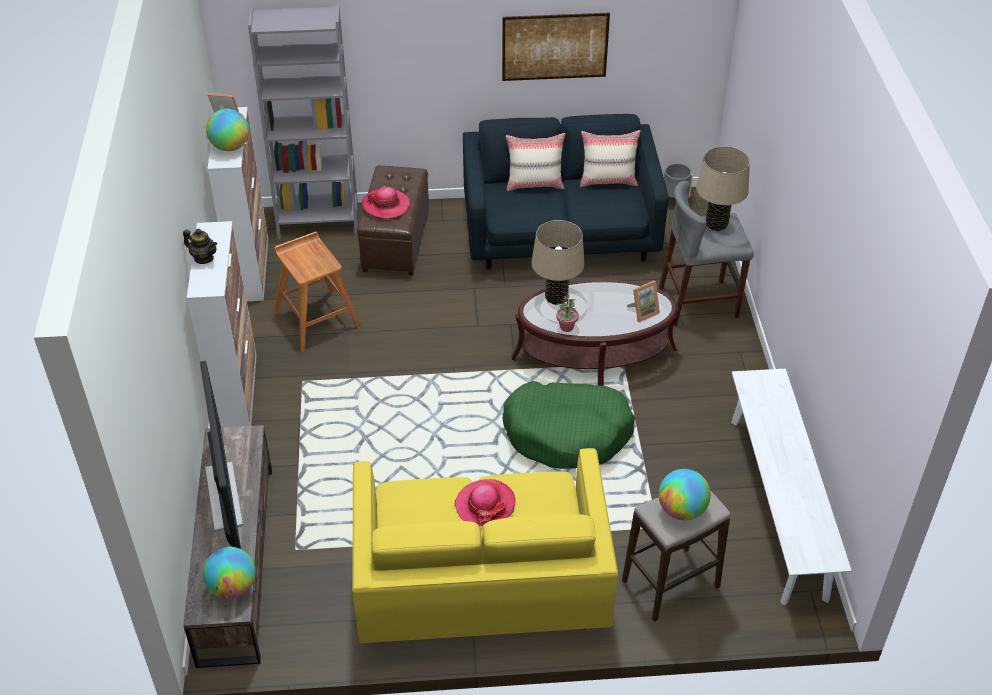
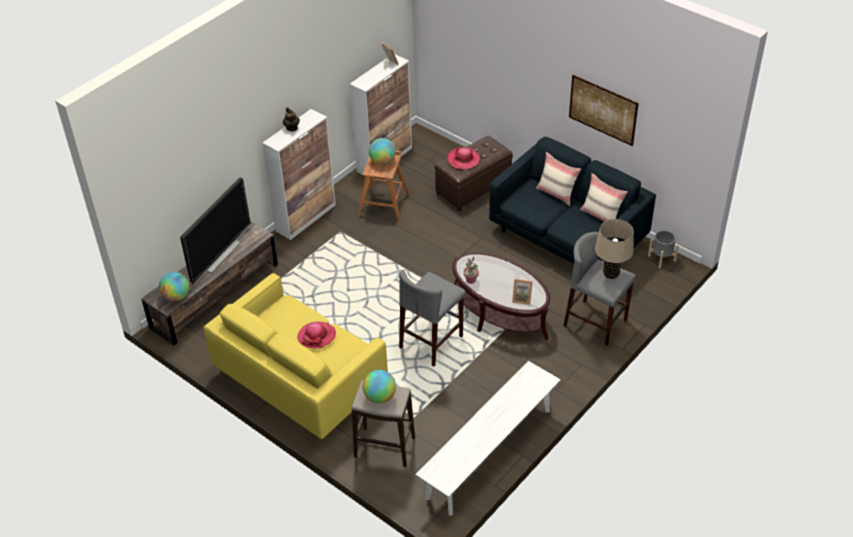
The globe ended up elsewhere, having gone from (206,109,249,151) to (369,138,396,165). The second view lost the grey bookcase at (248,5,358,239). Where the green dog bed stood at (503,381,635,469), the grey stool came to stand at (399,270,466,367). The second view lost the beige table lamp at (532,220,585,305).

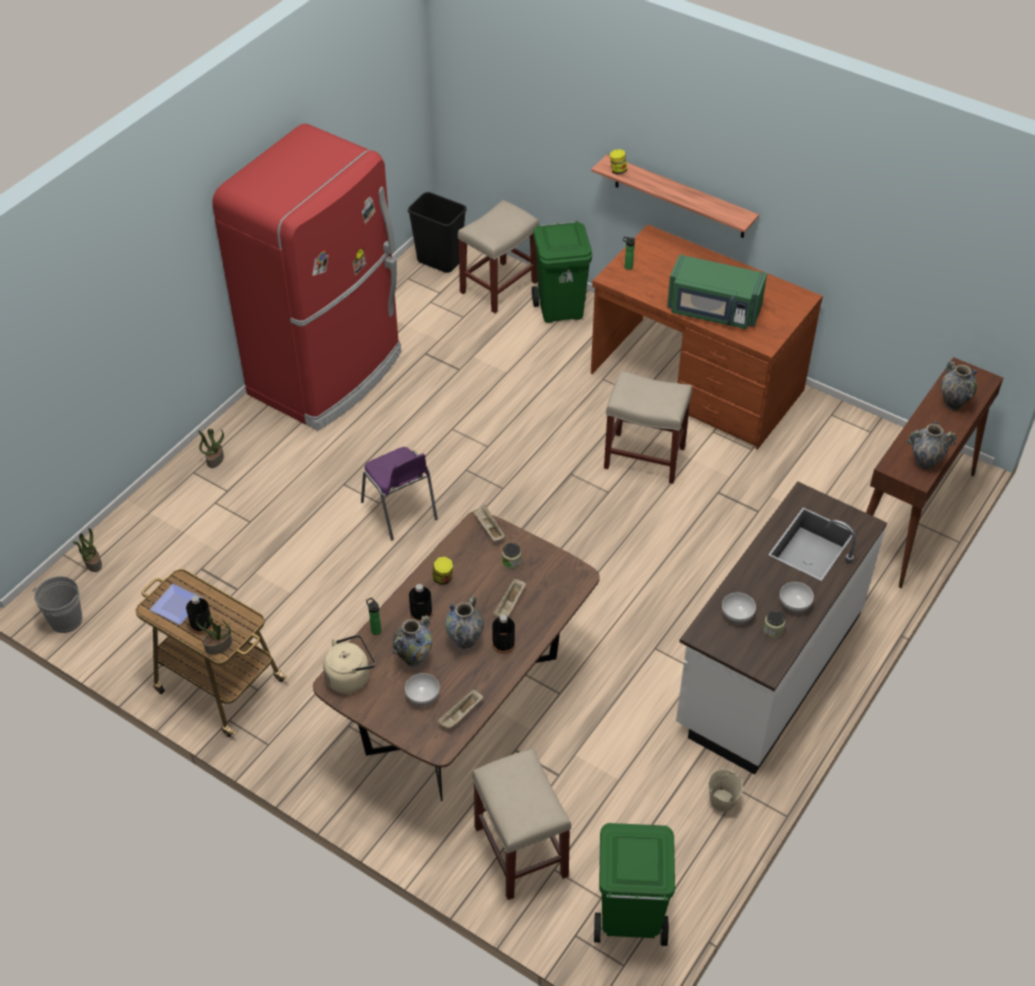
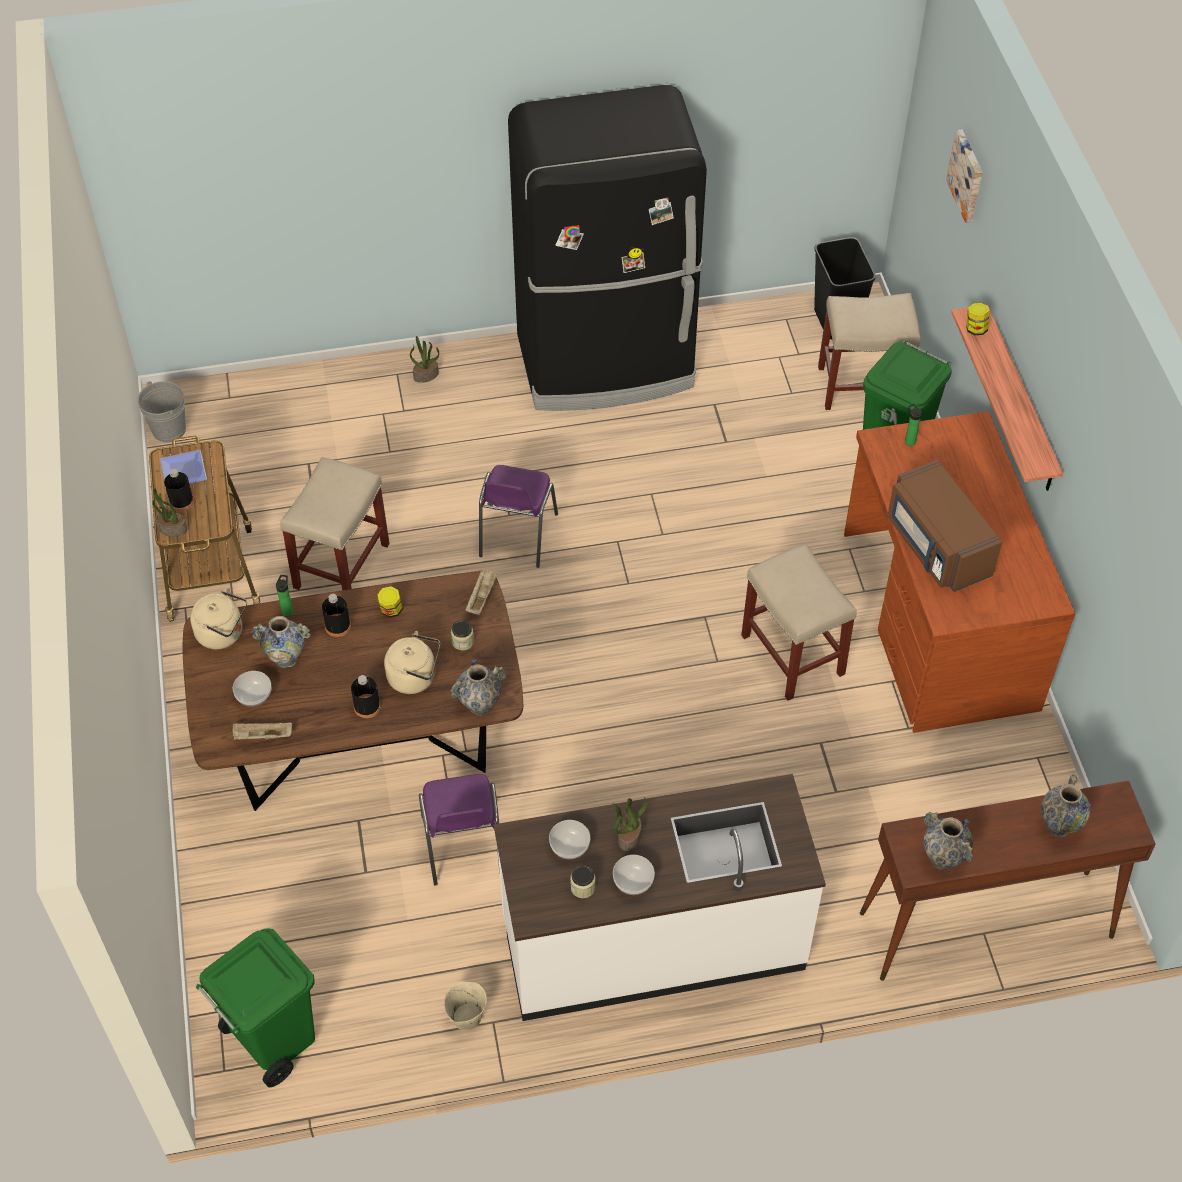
The potted plant ended up elsewhere, having gone from (73,528,102,572) to (612,797,648,852). What was the red fridge at (212,124,401,431) turned into the black fridge at (508,85,707,411). The vase ended up elsewhere, having gone from (445,595,484,649) to (451,659,506,716). The beige stool ended up elsewhere, having gone from (472,748,572,900) to (280,457,390,590). Where the beige tray stood at (493,578,526,617), the beige kettle came to stand at (384,631,440,694). What was the green microwave at (667,254,767,329) turned into the brown microwave at (887,459,1002,592). The second view gained the purple chair at (419,774,500,886). The second view gained the picture at (946,130,983,223).

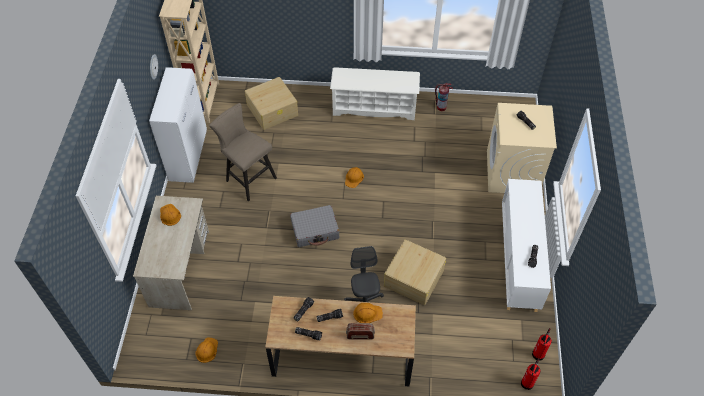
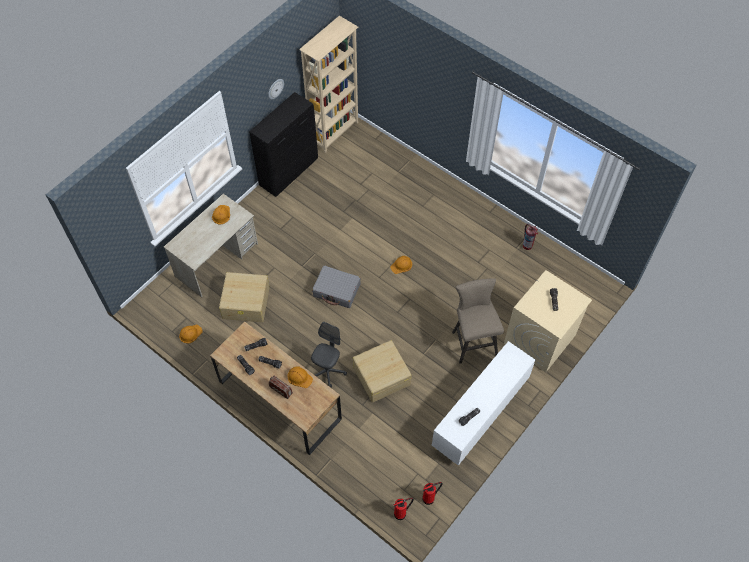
What was the white cabinet at (149,67,207,183) turned into the black cabinet at (249,92,318,197). The beige stool ended up elsewhere, having gone from (209,103,277,201) to (452,278,504,364). The beige storage box ended up elsewhere, having gone from (245,77,298,130) to (219,272,270,322). The second view lost the white shoe rack at (330,67,420,120).

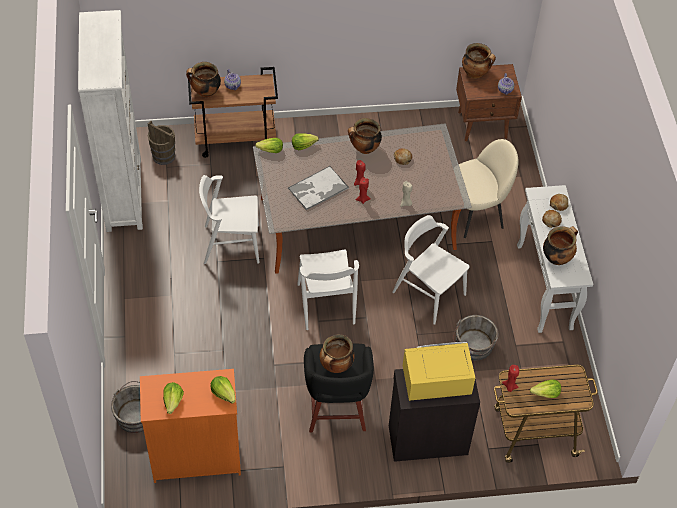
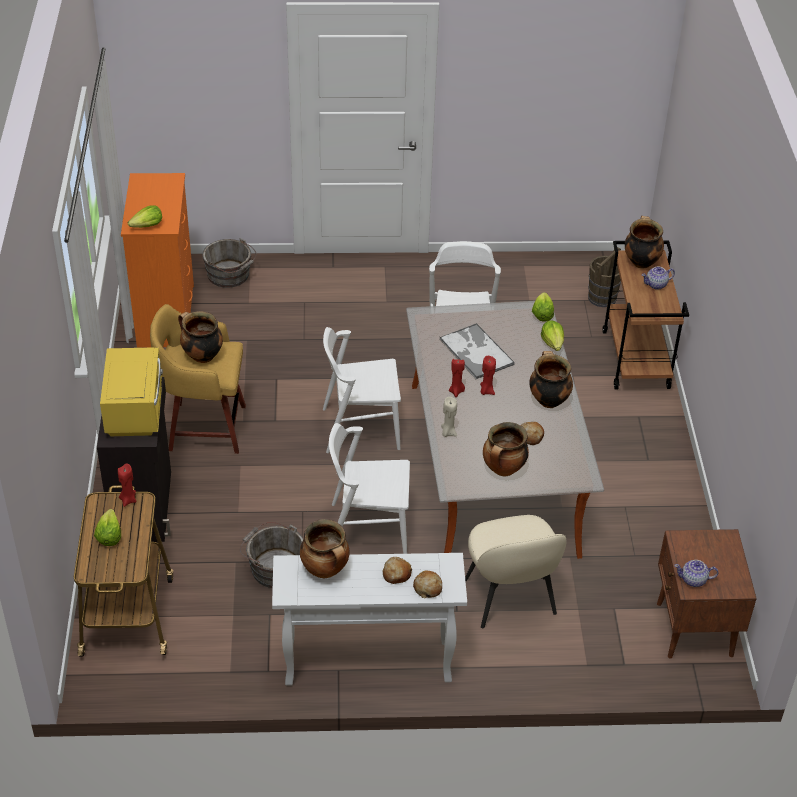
The second view lost the white bookcase at (78,10,143,232). The second view lost the lettuce at (163,382,184,414). What was the black stool at (304,344,374,433) turned into the yellow stool at (150,304,246,454). The white chair at (392,215,470,325) ended up facing another way, 135 degrees counterclockwise from before. The cooking pot ended up elsewhere, having gone from (462,43,496,79) to (483,422,529,477).

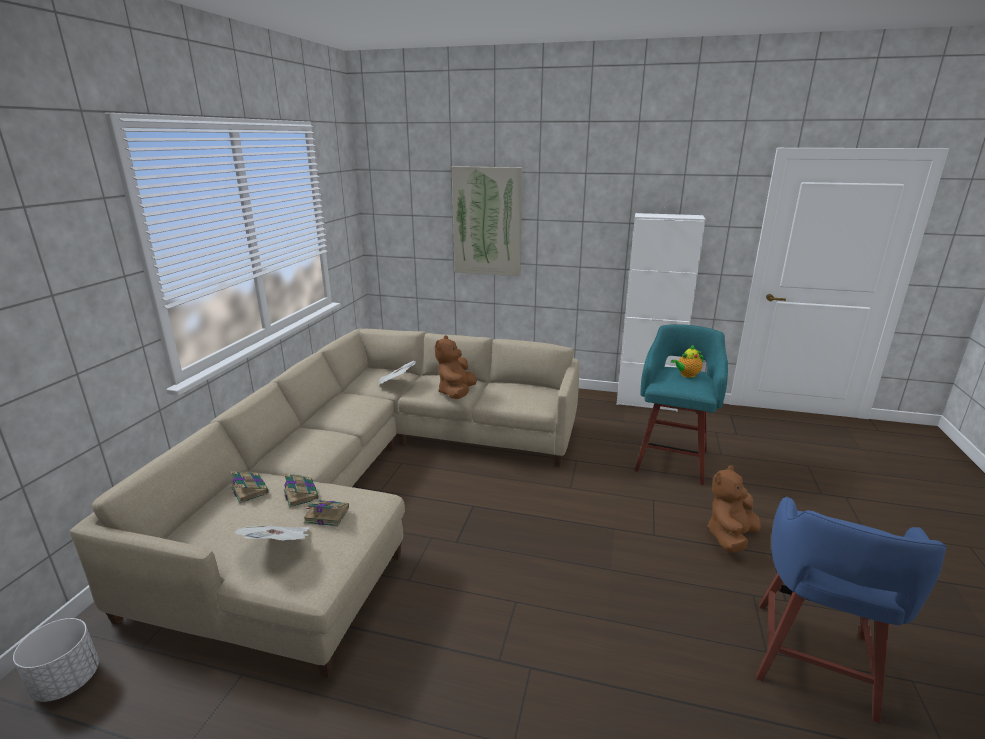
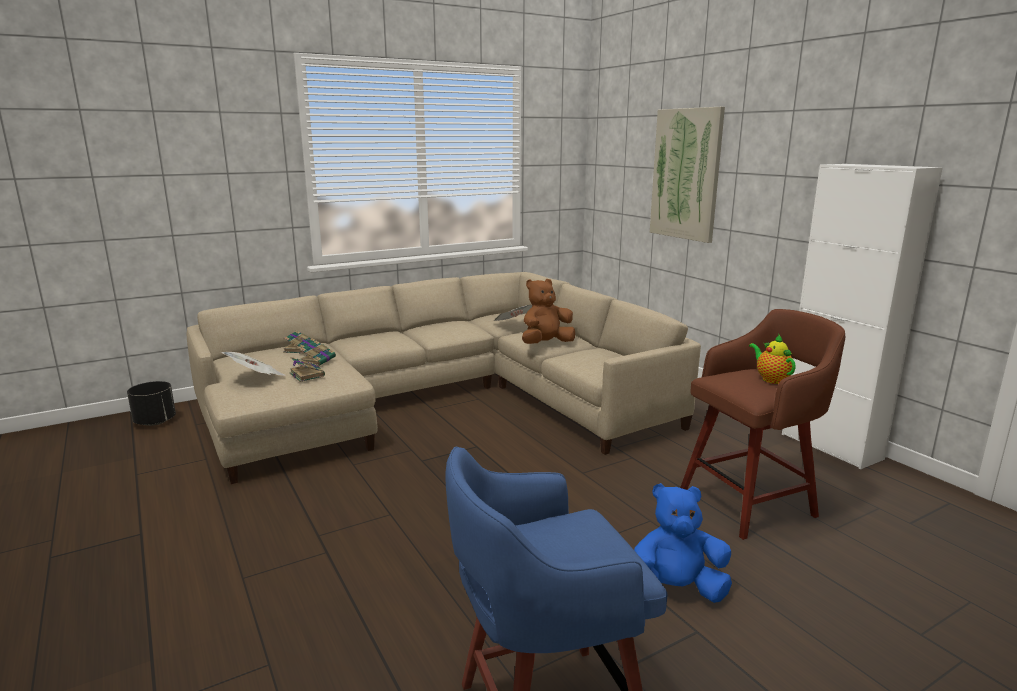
What was the white planter at (13,618,99,702) turned into the black planter at (127,381,176,426). What was the turquoise stool at (634,324,728,485) turned into the brown stool at (680,309,845,540). The teapot at (671,344,704,378) ended up facing another way, 45 degrees clockwise from before. What was the brown plush toy at (707,465,761,553) turned into the blue plush toy at (634,483,732,603).

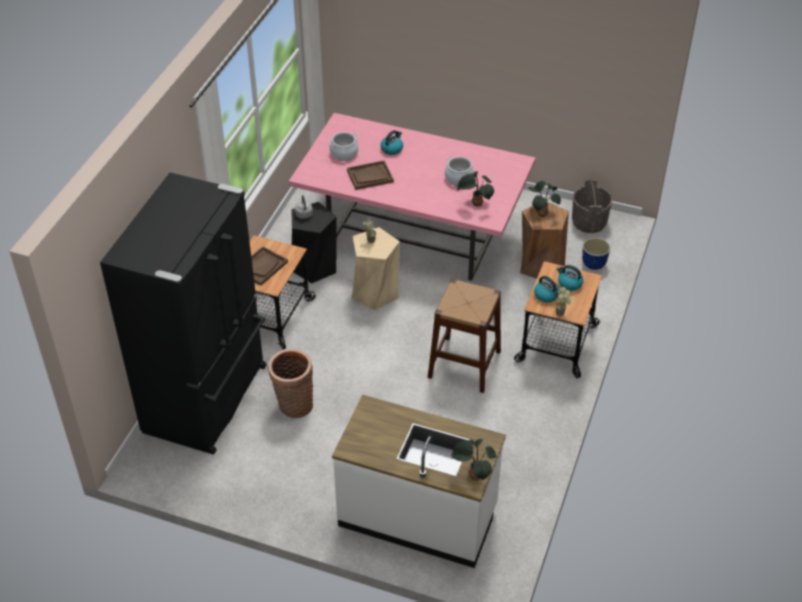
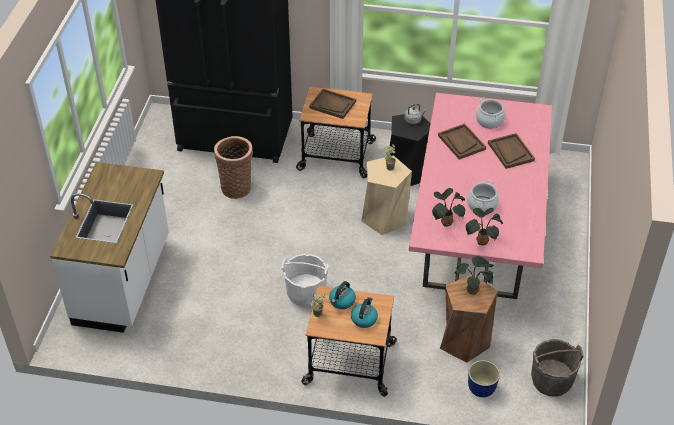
Where the kettle stood at (381,130,403,155), the brown tray came to stand at (488,133,535,169). Where the brown stool stood at (428,279,501,393), the white bucket came to stand at (282,254,328,307). The potted plant ended up elsewhere, having gone from (451,439,497,481) to (466,208,503,246).

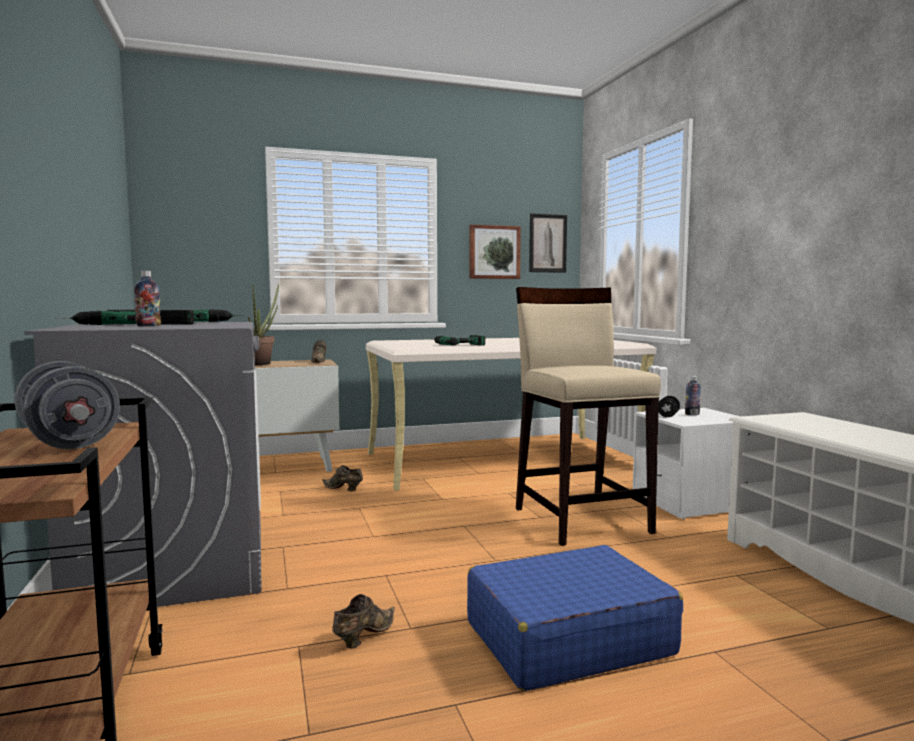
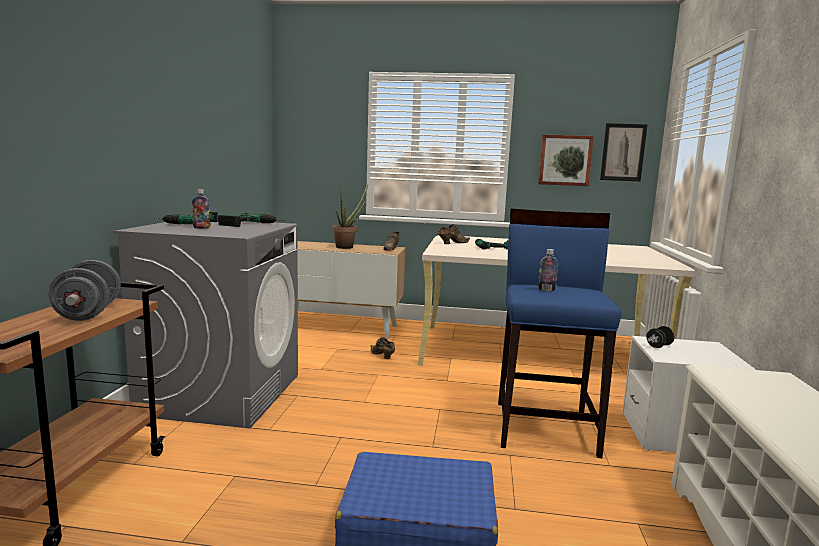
The brown shoe ended up elsewhere, having gone from (332,594,395,649) to (438,224,470,244). What was the beige stool at (516,287,661,546) turned into the blue stool at (498,209,621,458). The bottle ended up elsewhere, having gone from (685,376,701,415) to (538,249,558,291).

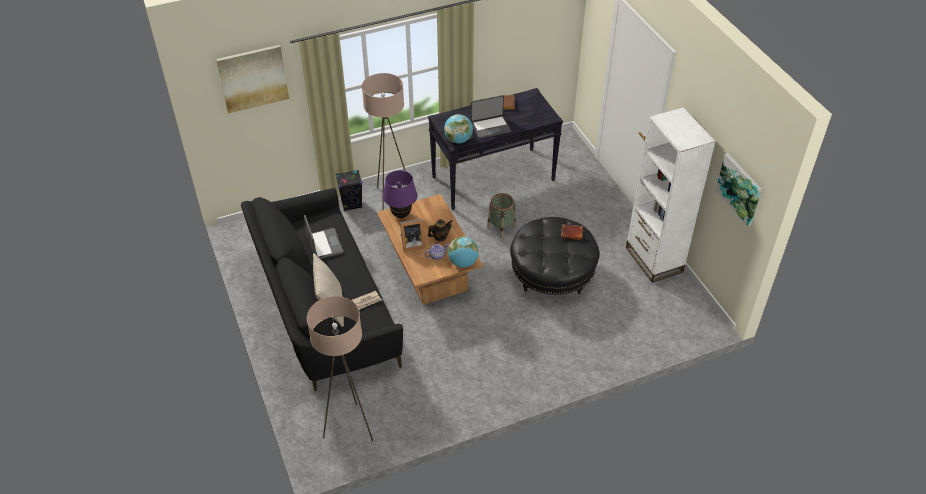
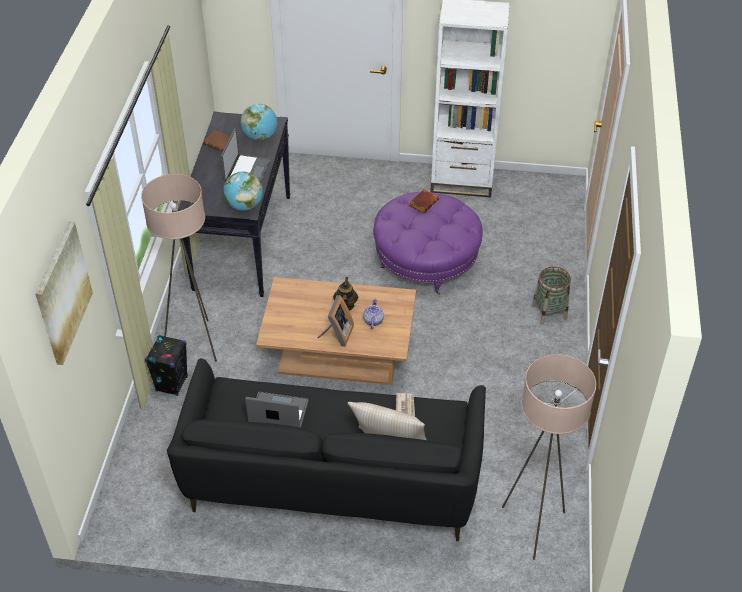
The second view lost the purple table lamp at (383,170,417,218). The globe ended up elsewhere, having gone from (448,237,479,268) to (240,104,277,141). The basket ended up elsewhere, having gone from (487,193,516,238) to (532,267,571,325). What was the black ottoman at (510,217,600,297) turned into the purple ottoman at (373,192,483,295). The second view lost the picture at (715,153,762,226).

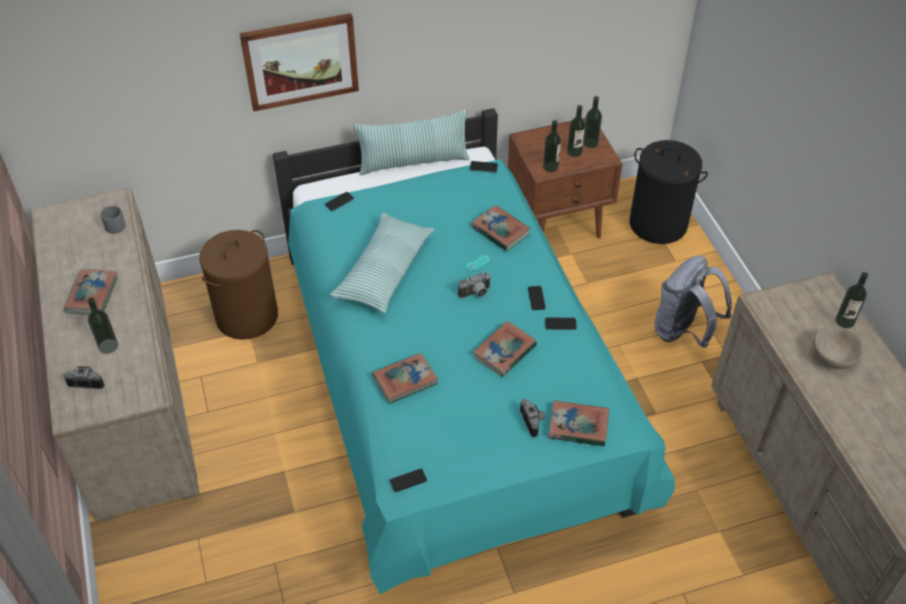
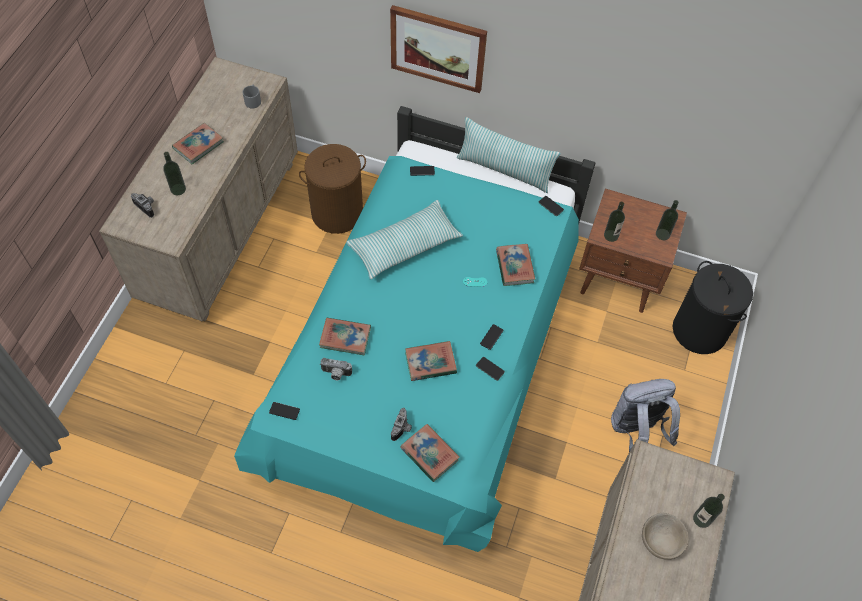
The photo camera ended up elsewhere, having gone from (458,272,491,298) to (320,358,352,380). The second view lost the bottle at (567,105,586,157).

